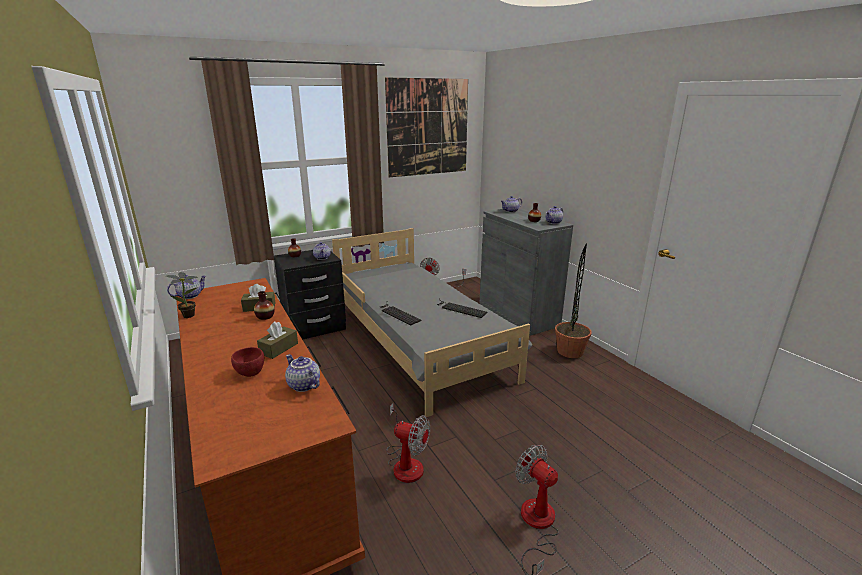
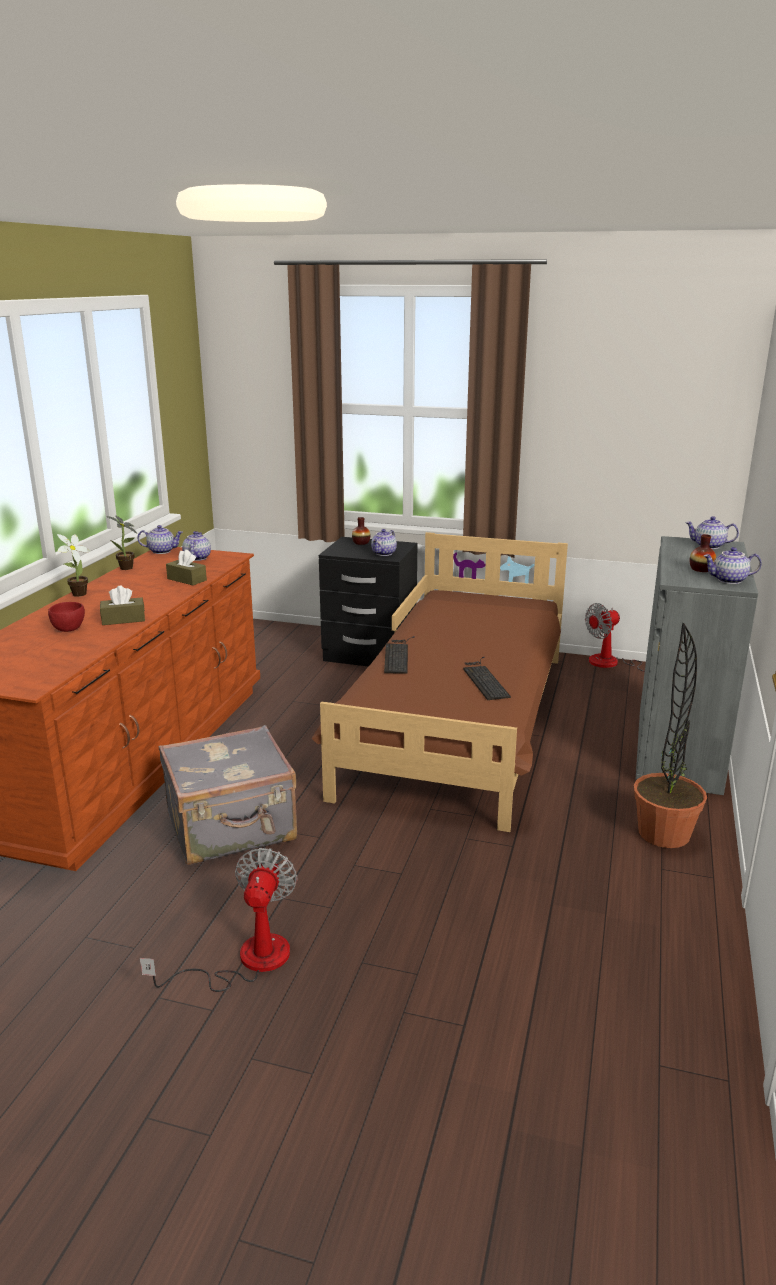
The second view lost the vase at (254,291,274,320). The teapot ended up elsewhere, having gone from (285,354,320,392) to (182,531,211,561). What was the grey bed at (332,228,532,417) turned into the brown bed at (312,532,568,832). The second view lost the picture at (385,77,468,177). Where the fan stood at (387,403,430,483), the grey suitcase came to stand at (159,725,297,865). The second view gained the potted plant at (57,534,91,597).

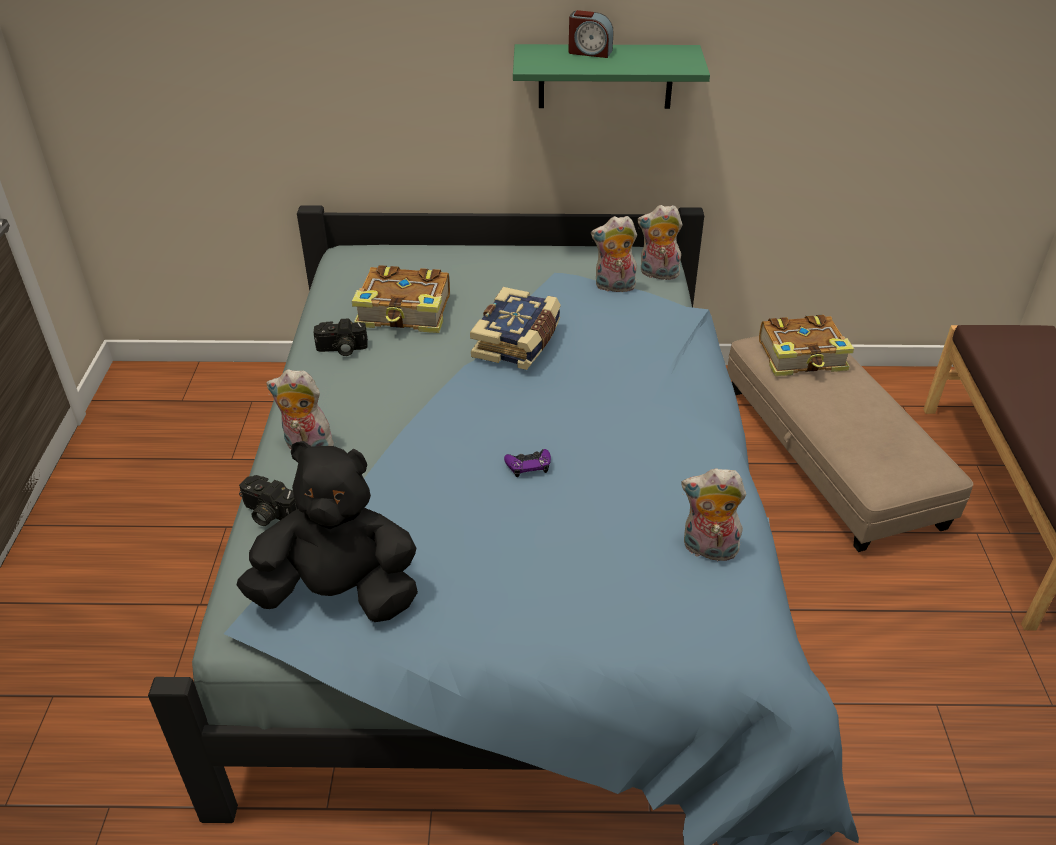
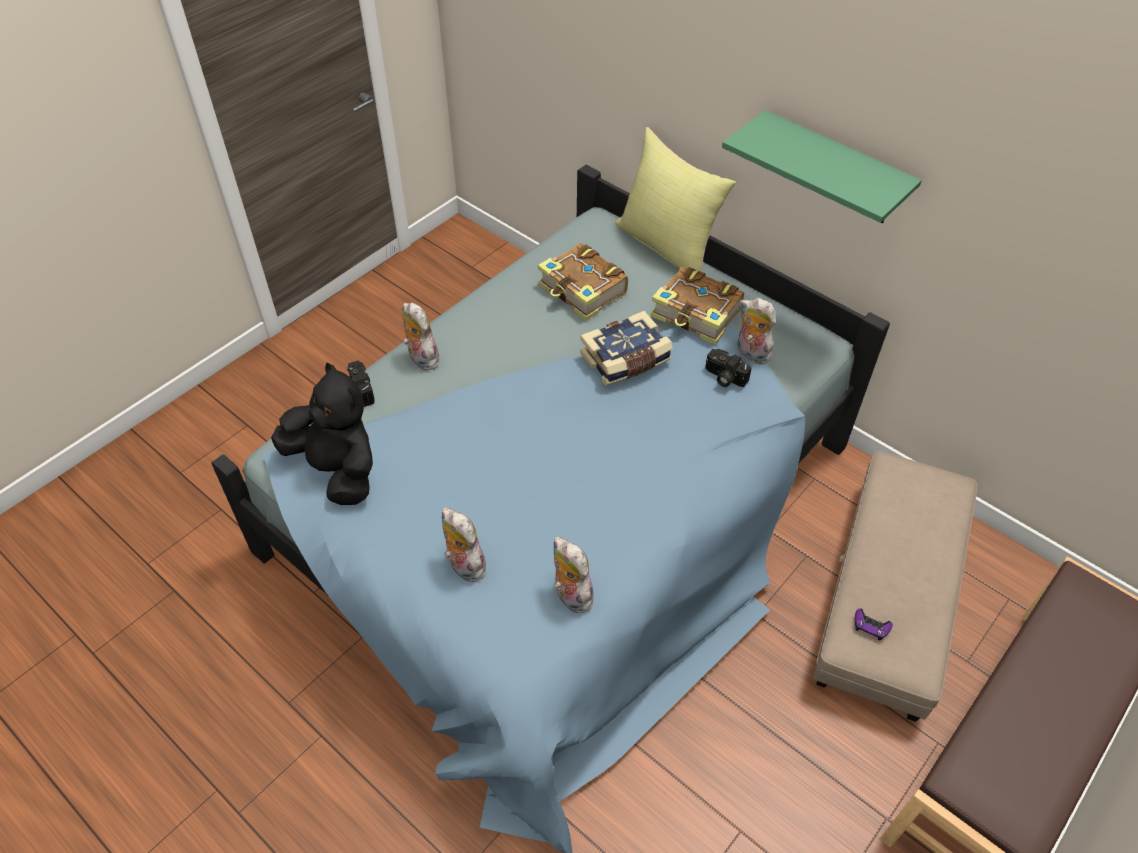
The photo camera ended up elsewhere, having gone from (313,319,368,356) to (705,349,752,387). The purple game controller ended up elsewhere, having gone from (504,449,551,477) to (855,608,893,641). The second view lost the alarm clock at (568,10,614,58). The plush toy ended up elsewhere, having gone from (637,205,683,280) to (442,508,486,582). The book ended up elsewhere, having gone from (759,315,854,376) to (650,267,744,345). The second view gained the yellow pillow at (615,127,736,272).

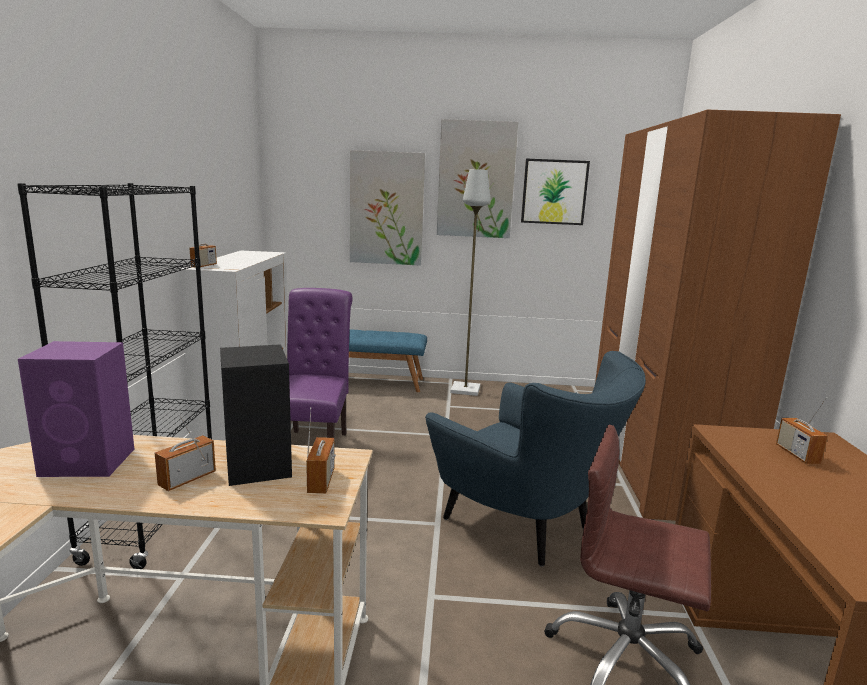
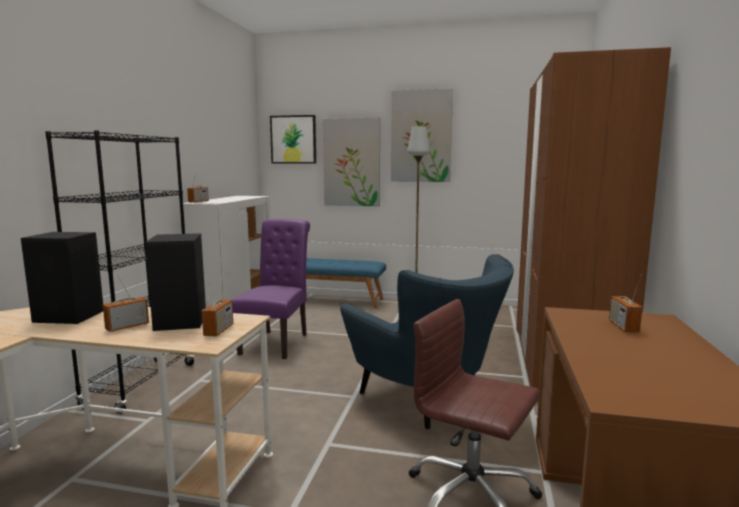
What was the purple speaker at (18,341,134,477) turned into the black speaker at (21,232,103,324). The picture ended up elsewhere, having gone from (521,159,590,225) to (270,115,316,164).

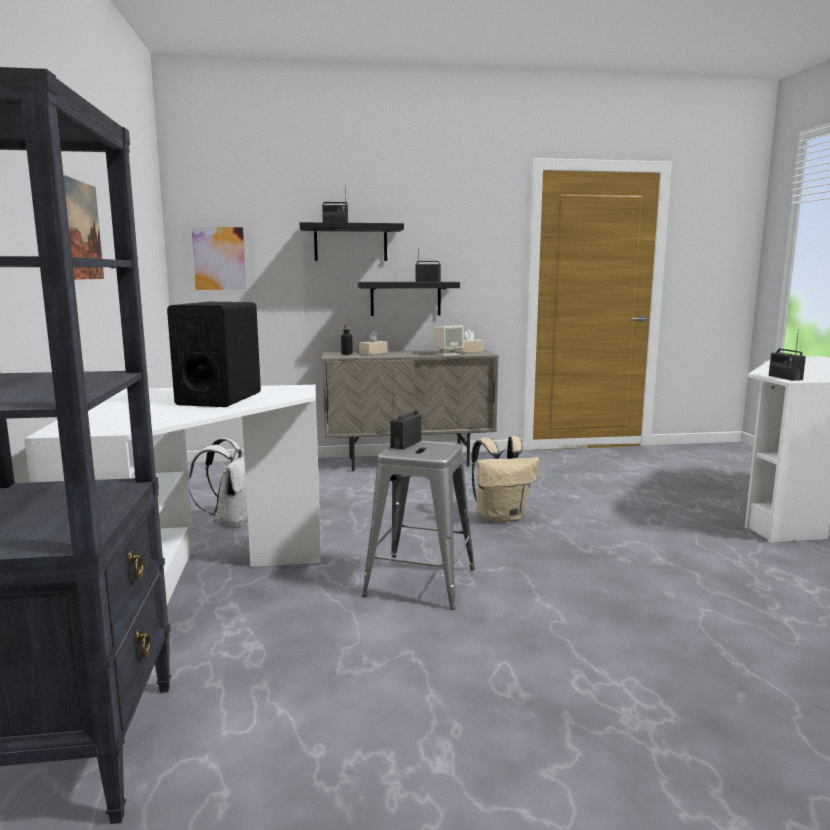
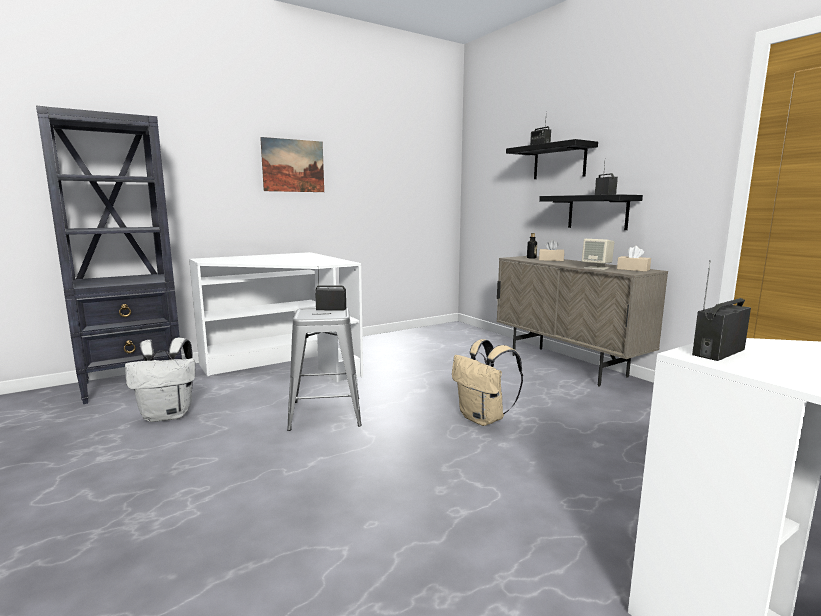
The second view lost the black speaker at (167,302,261,407). The second view lost the picture at (188,224,250,293). The white backpack ended up elsewhere, having gone from (189,438,248,527) to (125,338,195,422).

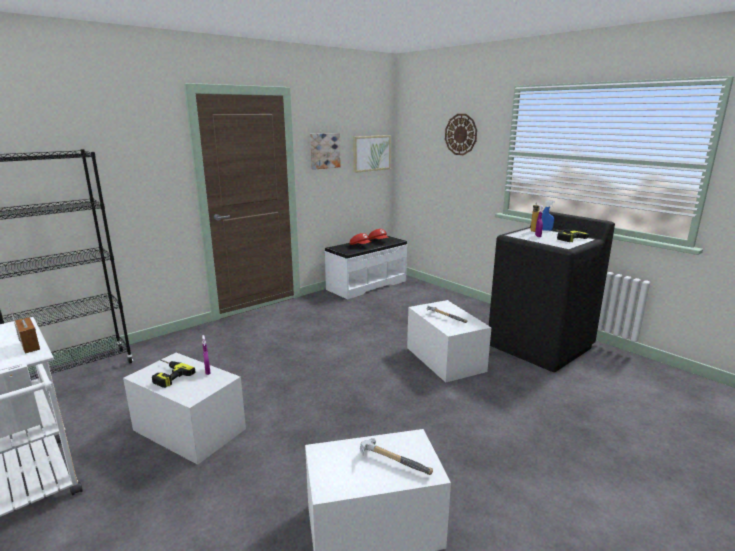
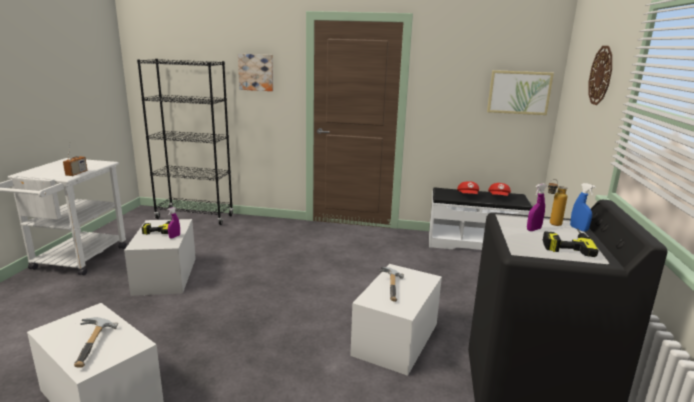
The picture ended up elsewhere, having gone from (310,133,341,170) to (238,54,274,91).

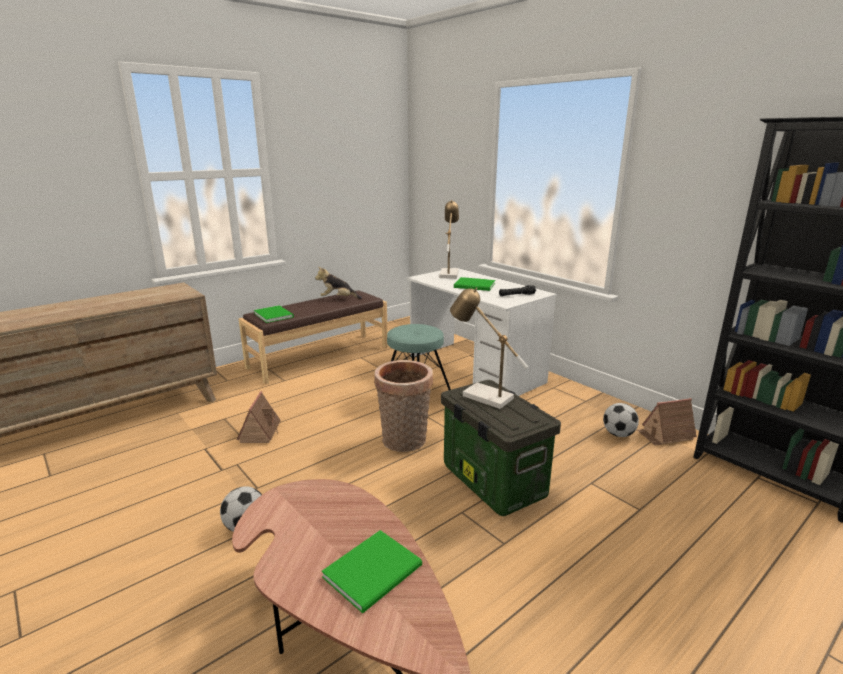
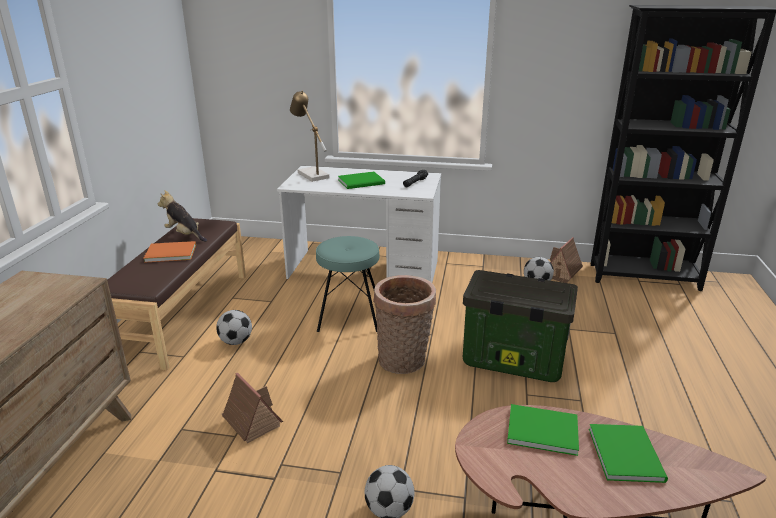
The green book ended up elsewhere, having gone from (254,305,294,323) to (507,404,579,456). The plush toy at (315,267,362,299) ended up facing another way, 75 degrees clockwise from before. The second view lost the table lamp at (450,288,528,409). The second view gained the orange book at (143,241,196,263). The second view gained the football at (216,310,252,345).

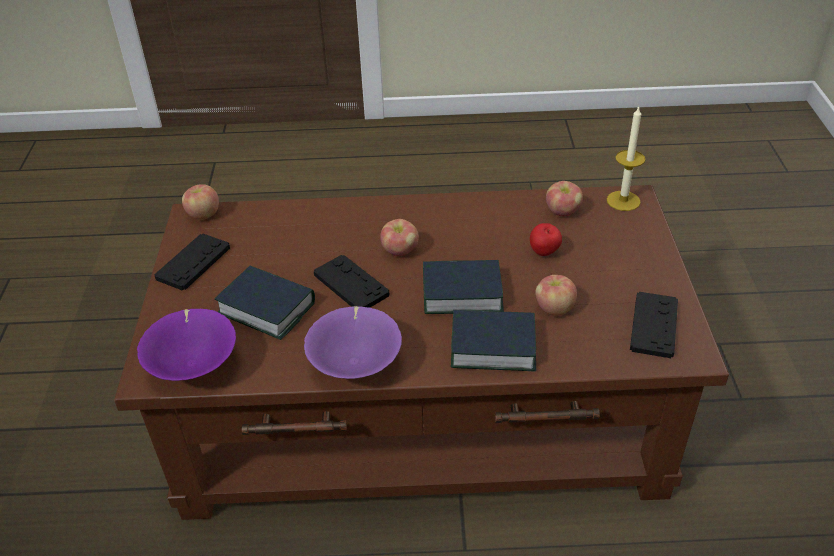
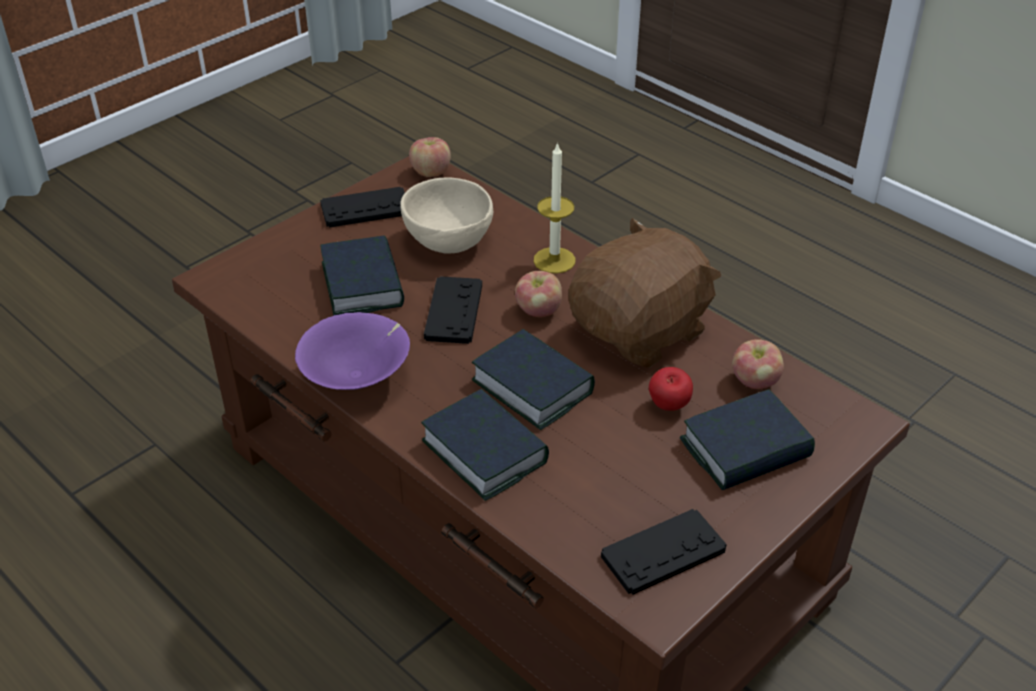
The second view lost the purple bowl at (137,309,236,381). The second view lost the apple at (535,275,577,316). The candle ended up elsewhere, having gone from (607,107,646,211) to (534,142,576,274). The second view gained the beige bowl at (400,177,493,254). The second view gained the brown plush toy at (568,218,722,368). The second view gained the book at (680,389,815,490).

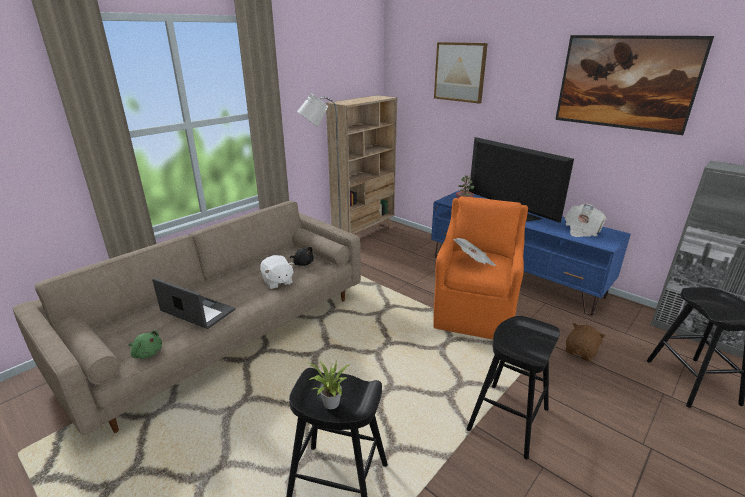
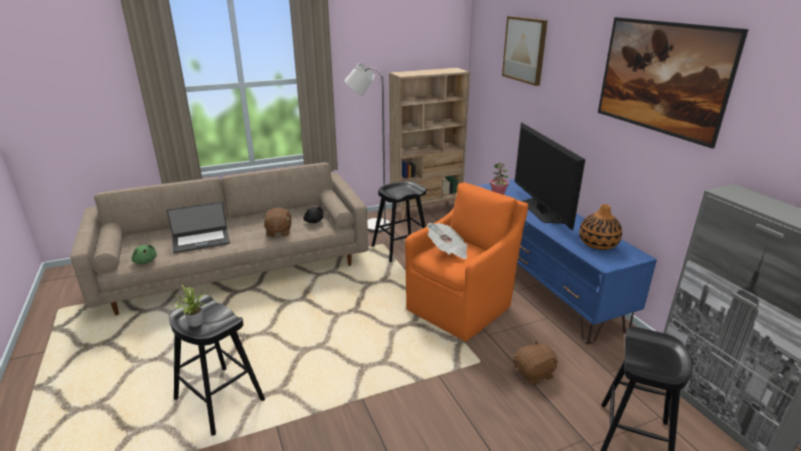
The laptop at (152,278,235,329) ended up facing another way, 105 degrees clockwise from before. What was the white plush toy at (260,255,294,289) turned into the brown plush toy at (262,207,291,237). The black stool ended up elsewhere, having gone from (467,316,560,460) to (372,181,426,262). Where the newspaper stood at (564,204,606,237), the vase came to stand at (579,204,622,250).

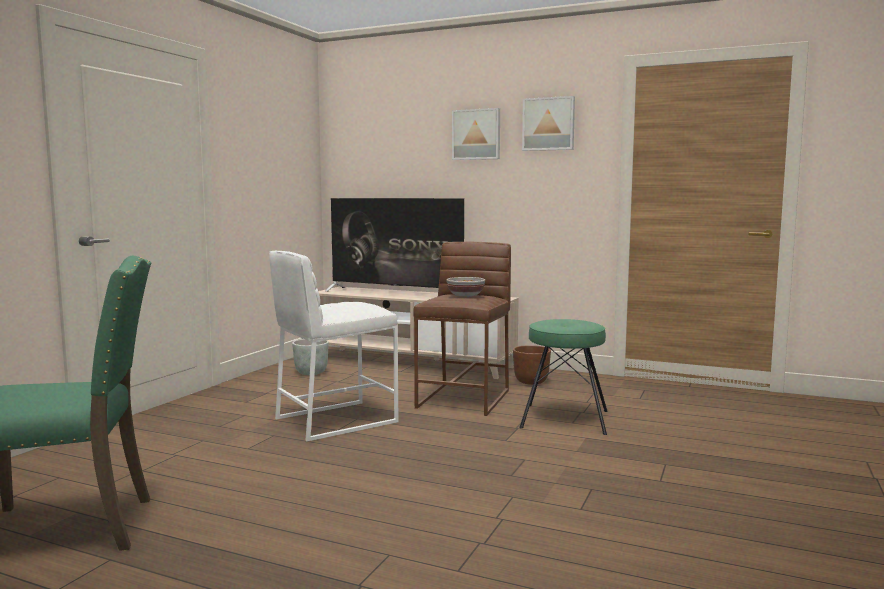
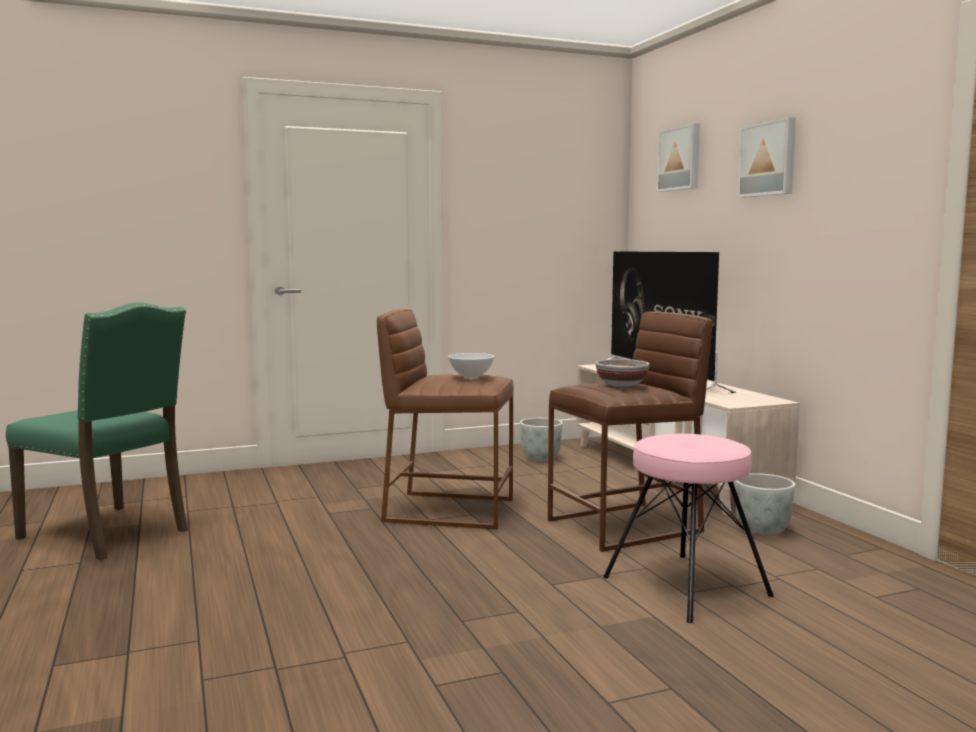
What was the white stool at (269,251,398,441) turned into the brown stool at (377,309,514,529). What was the brown planter at (513,345,551,385) turned into the grey planter at (735,473,795,535). What was the green stool at (519,319,608,435) turned into the pink stool at (603,434,774,623). The picture ended up elsewhere, having gone from (522,96,575,151) to (656,123,700,192). The second view gained the white bowl at (448,353,495,379).

